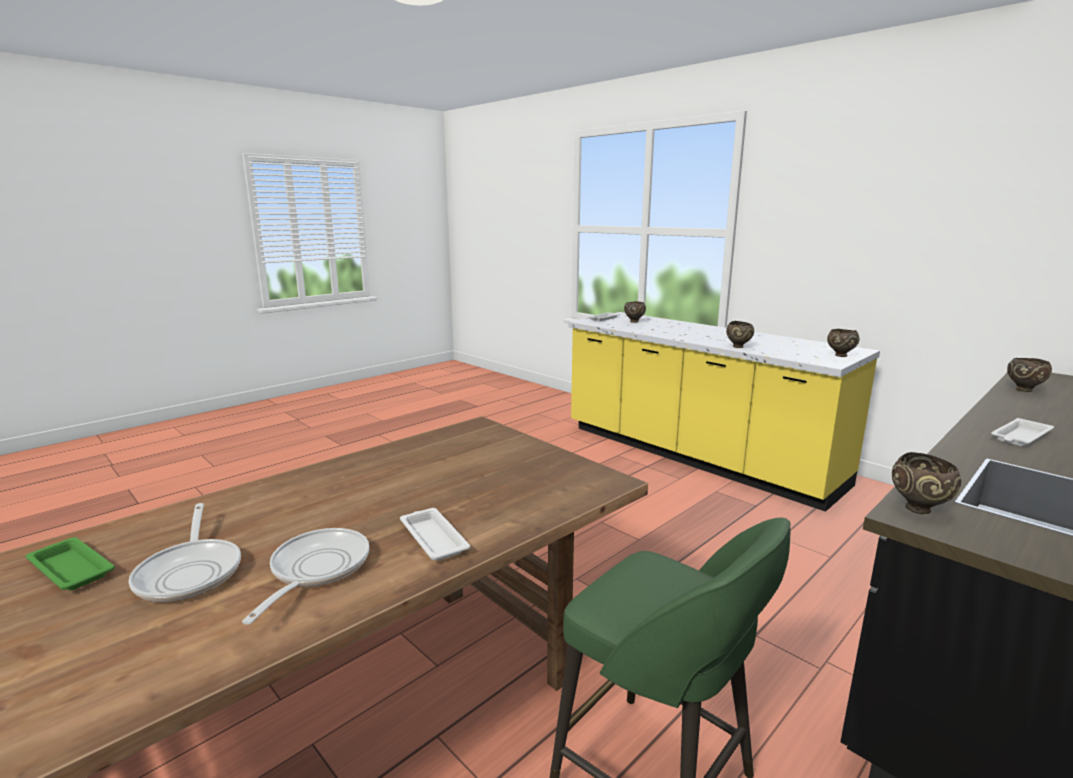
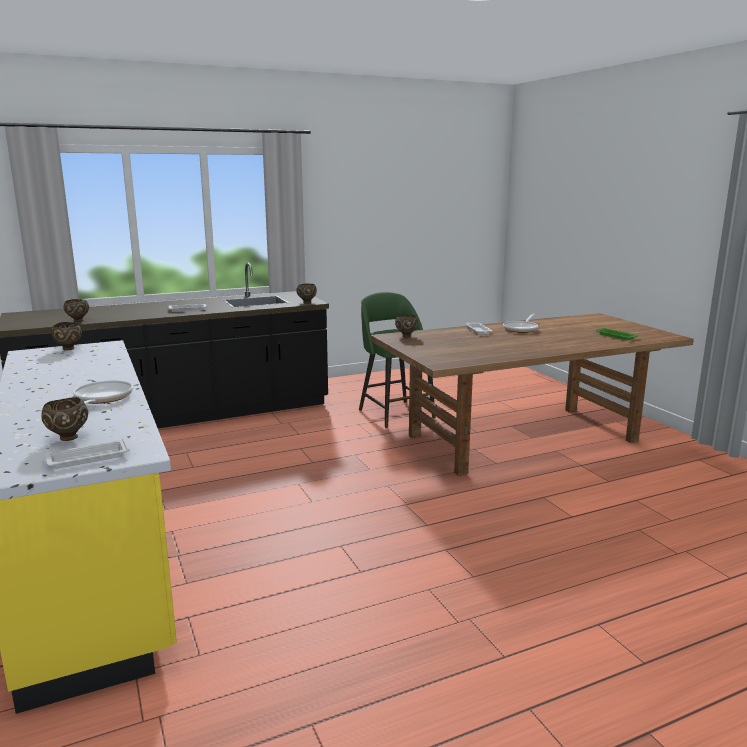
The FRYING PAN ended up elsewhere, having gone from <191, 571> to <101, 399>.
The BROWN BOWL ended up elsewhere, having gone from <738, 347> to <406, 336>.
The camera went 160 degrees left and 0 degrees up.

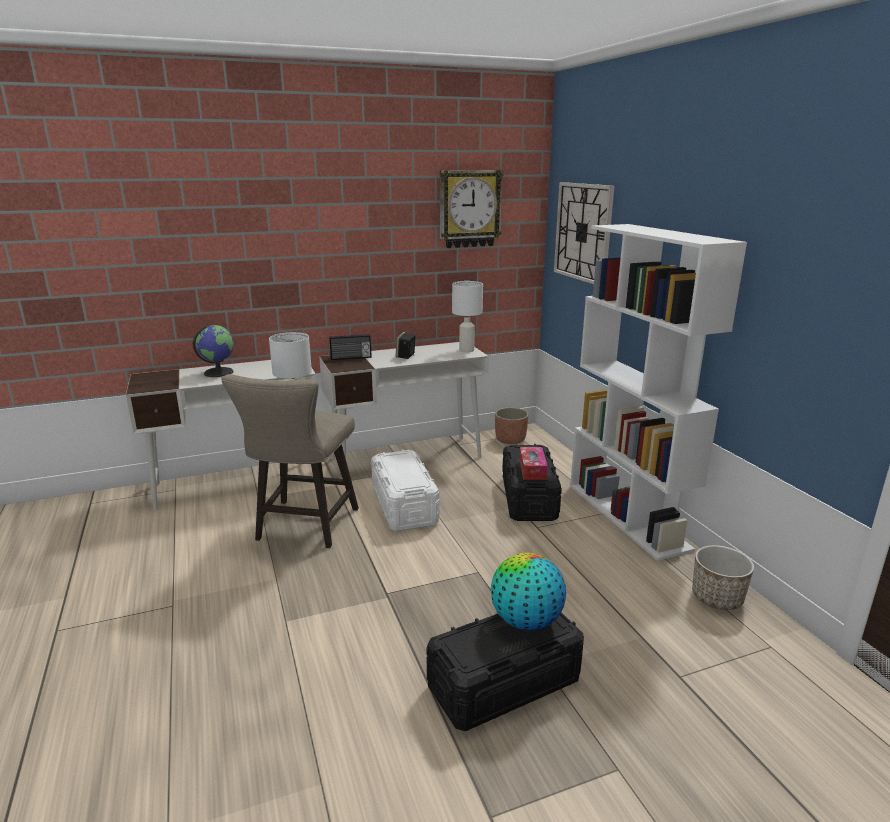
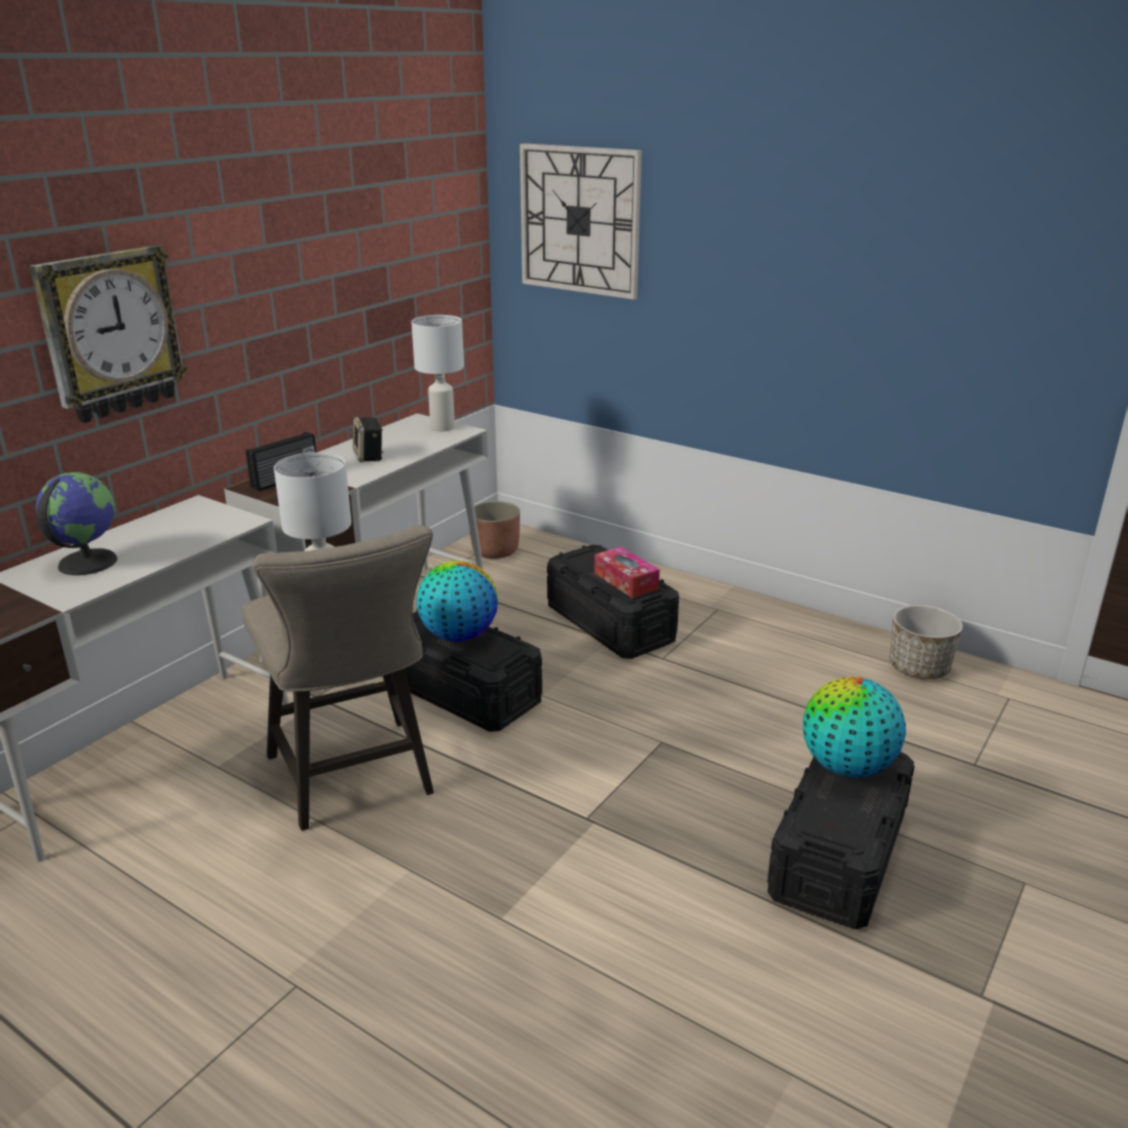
The WALL CLOCK ended up elsewhere, having gone from <469, 209> to <110, 333>.
What was the WHITE STORAGE BOX at <404, 505> turned into the BLACK STORAGE BOX at <463, 692>.
The second view gained the GLOBE at <459, 636>.
The second view lost the WHITE BOOKCASE at <628, 516>.
The camera went 35 degrees left and 5 degrees up.

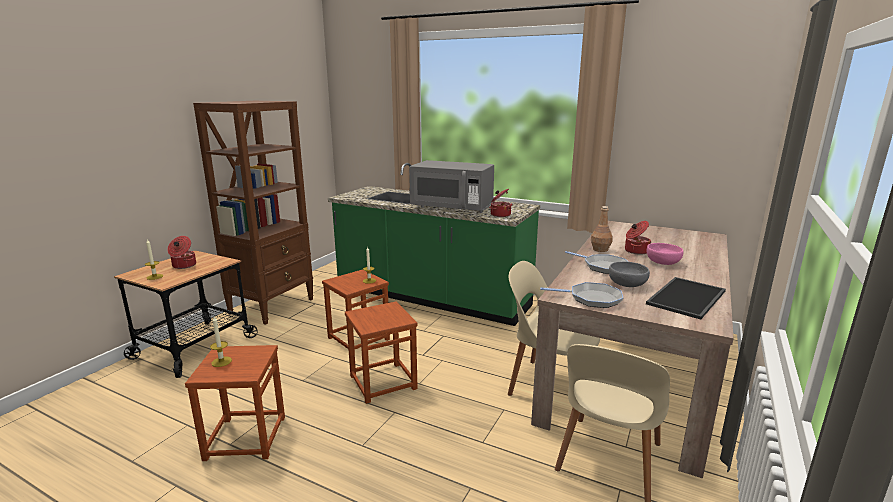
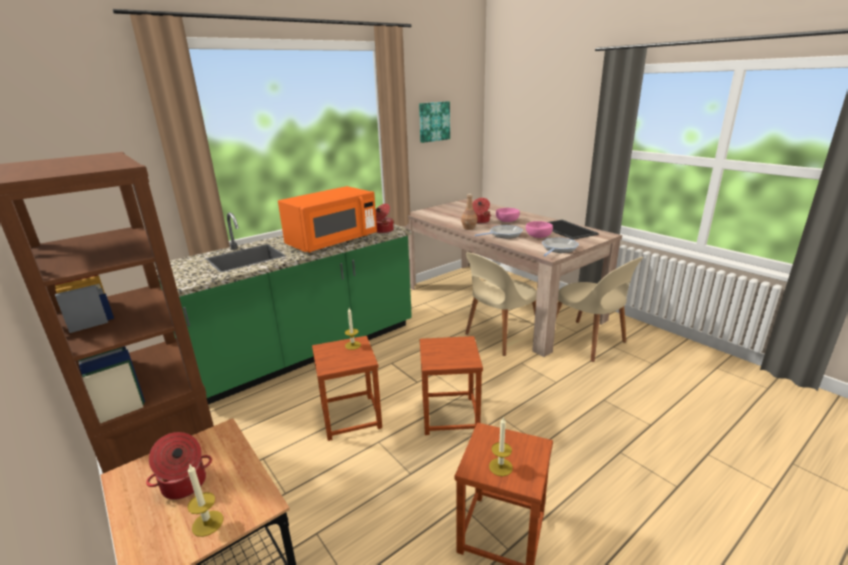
What was the GREY MICROWAVE at <452, 207> turned into the ORANGE MICROWAVE at <332, 241>.
The second view gained the PICTURE at <433, 121>.
What was the GREY BOWL at <626, 284> turned into the PINK BOWL at <538, 236>.
The camera went 65 degrees left and 5 degrees up.

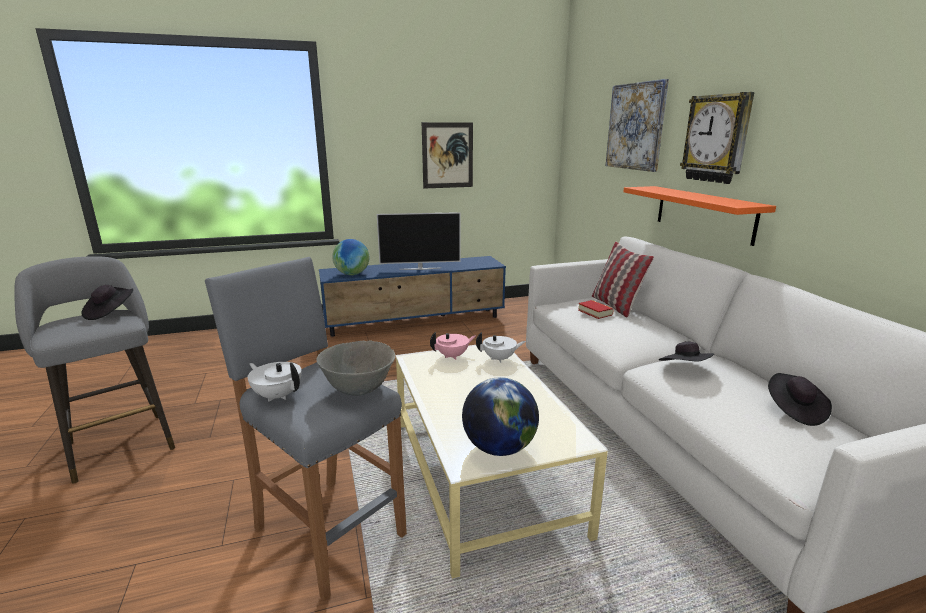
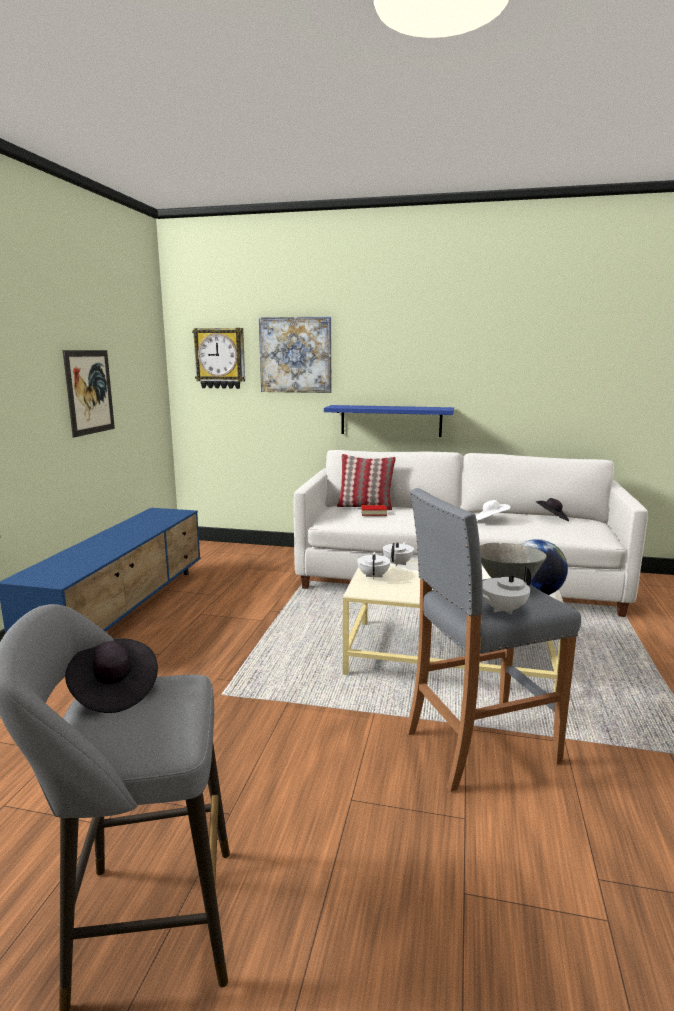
The WALL CLOCK ended up elsewhere, having gone from <717, 138> to <220, 358>.
What was the ORANGE SHELF at <703, 213> turned into the BLUE SHELF at <390, 420>.
What was the PINK TEAPOT at <453, 356> turned into the WHITE TEAPOT at <374, 576>.
What was the BLACK HAT at <684, 369> turned into the WHITE HAT at <490, 520>.
The second view lost the GLOBE at <352, 274>.
The second view lost the TELEVISION at <420, 268>.
The camera went 60 degrees left and 5 degrees down.

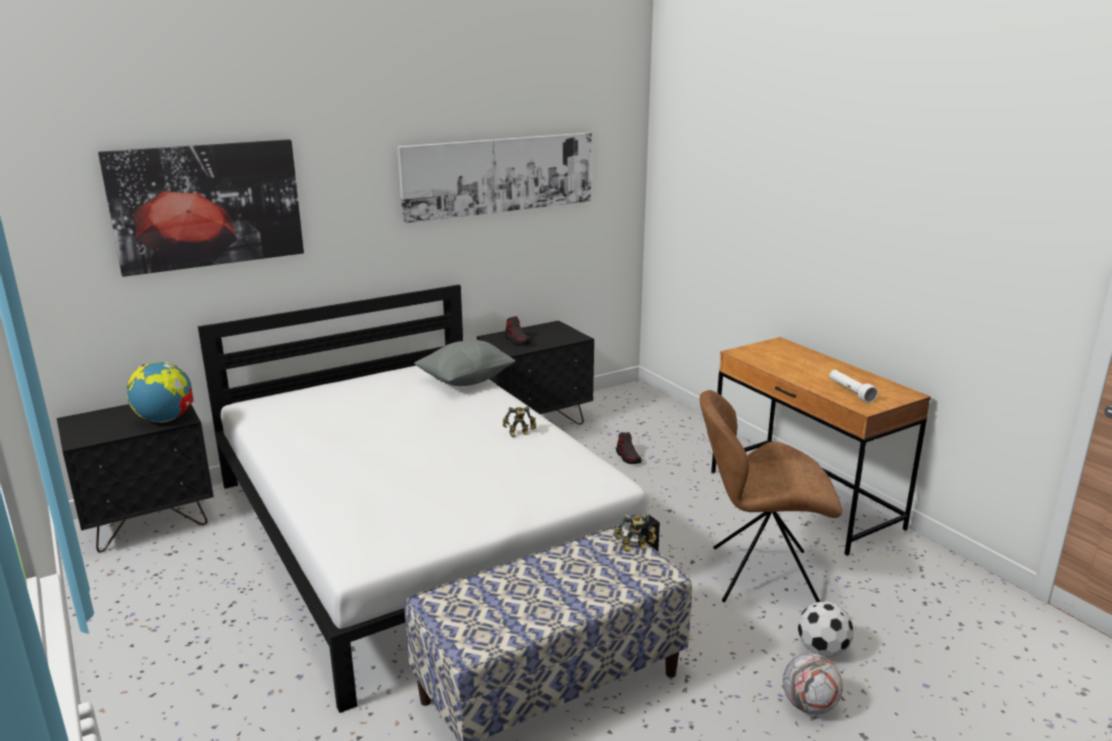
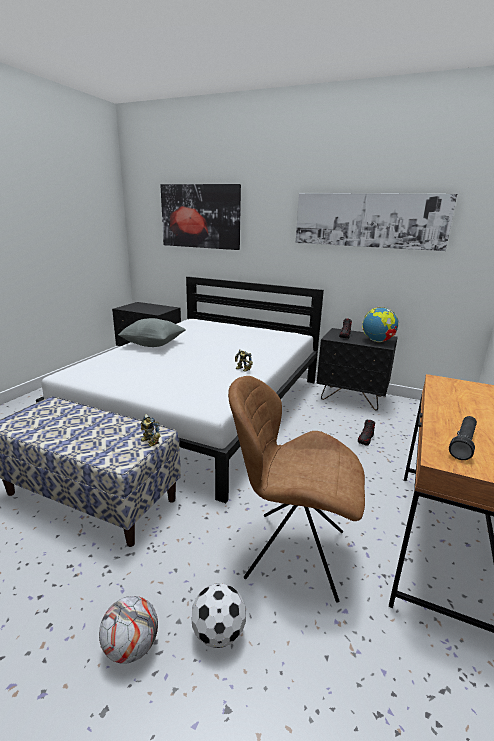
The GREY PILLOW ended up elsewhere, having gone from <466, 381> to <153, 344>.
The BROWN CHAIR at <759, 576> ended up facing another way, 45 degrees counterclockwise from before.
The GLOBE ended up elsewhere, having gone from <165, 419> to <378, 341>.
What was the WHITE FLASHLIGHT at <850, 392> turned into the BLACK FLASHLIGHT at <463, 443>.
The camera went 55 degrees right and 0 degrees up.

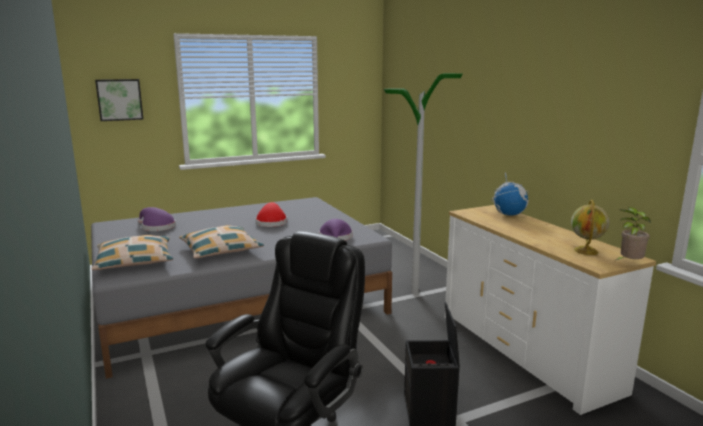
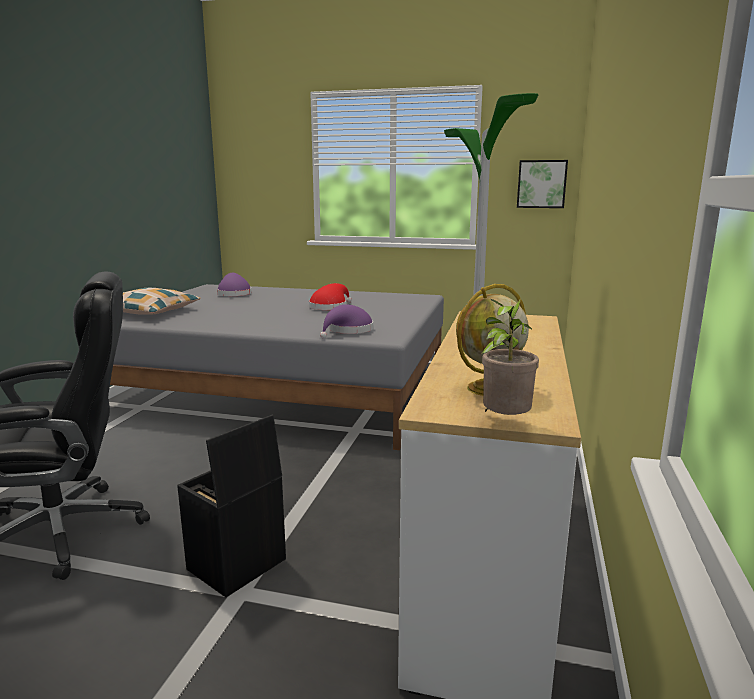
The PICTURE ended up elsewhere, having gone from <119, 99> to <541, 184>.
The second view lost the PILLOW at <221, 250>.
The second view lost the GLOBE at <509, 214>.
The camera went 40 degrees right and 0 degrees up.

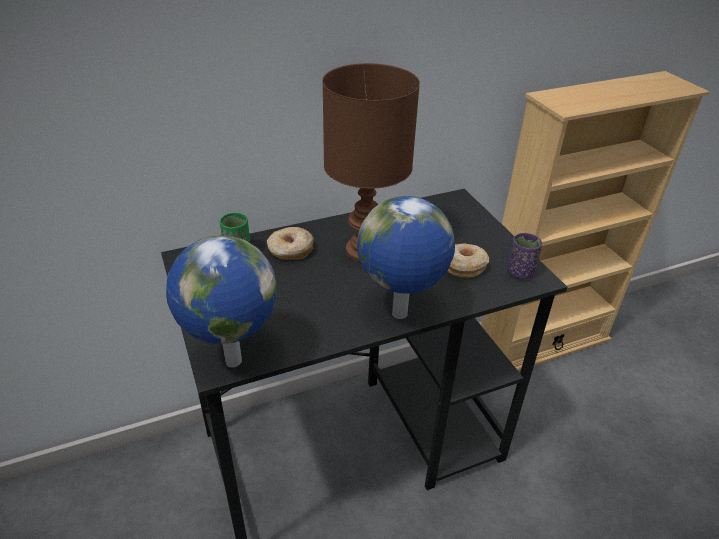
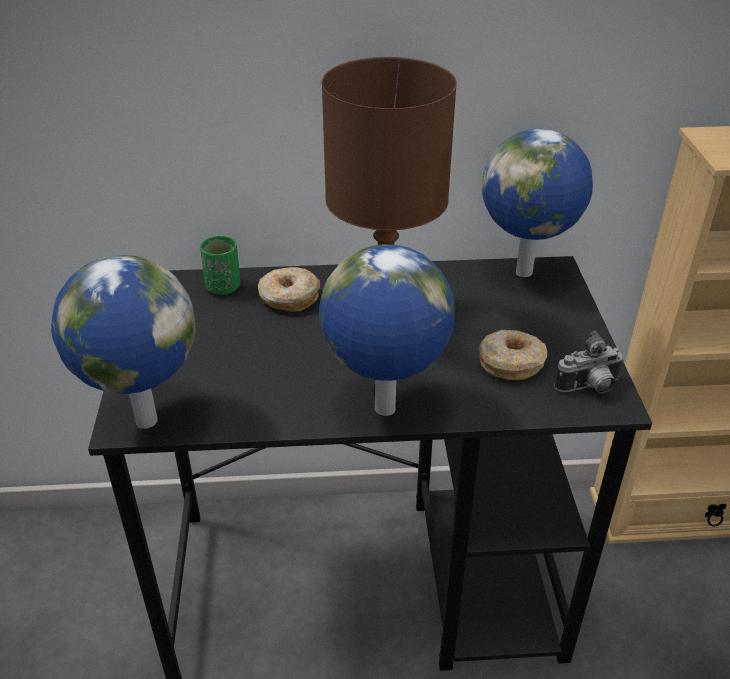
The second view gained the GLOBE at <526, 273>.
Where the PURPLE CUP stood at <520, 272>, the PHOTO CAMERA came to stand at <589, 388>.
The camera went 20 degrees right and 0 degrees up.

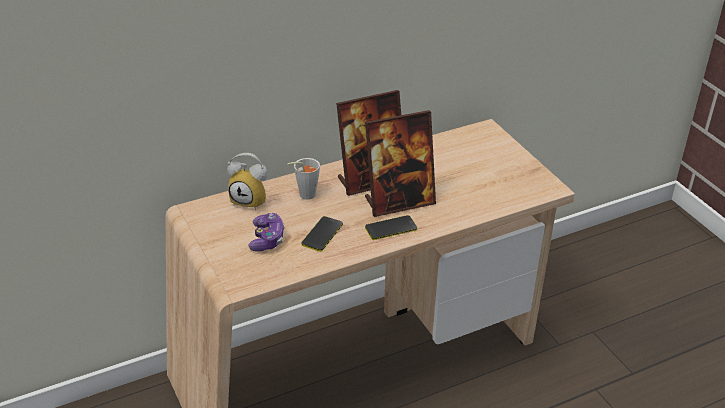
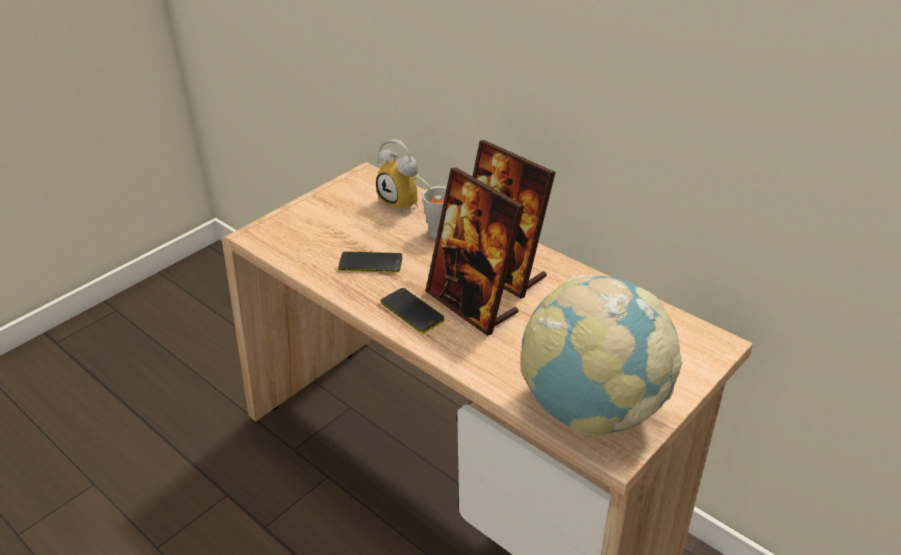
The ALARM CLOCK at <251, 200> ended up facing another way, 45 degrees counterclockwise from before.
The second view gained the GLOBE at <592, 408>.
The second view lost the GAME CONTROLLER at <267, 239>.
The camera went 70 degrees right and 0 degrees up.

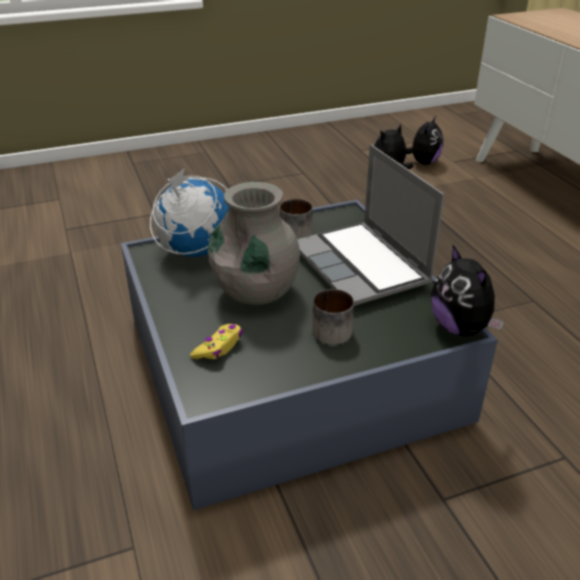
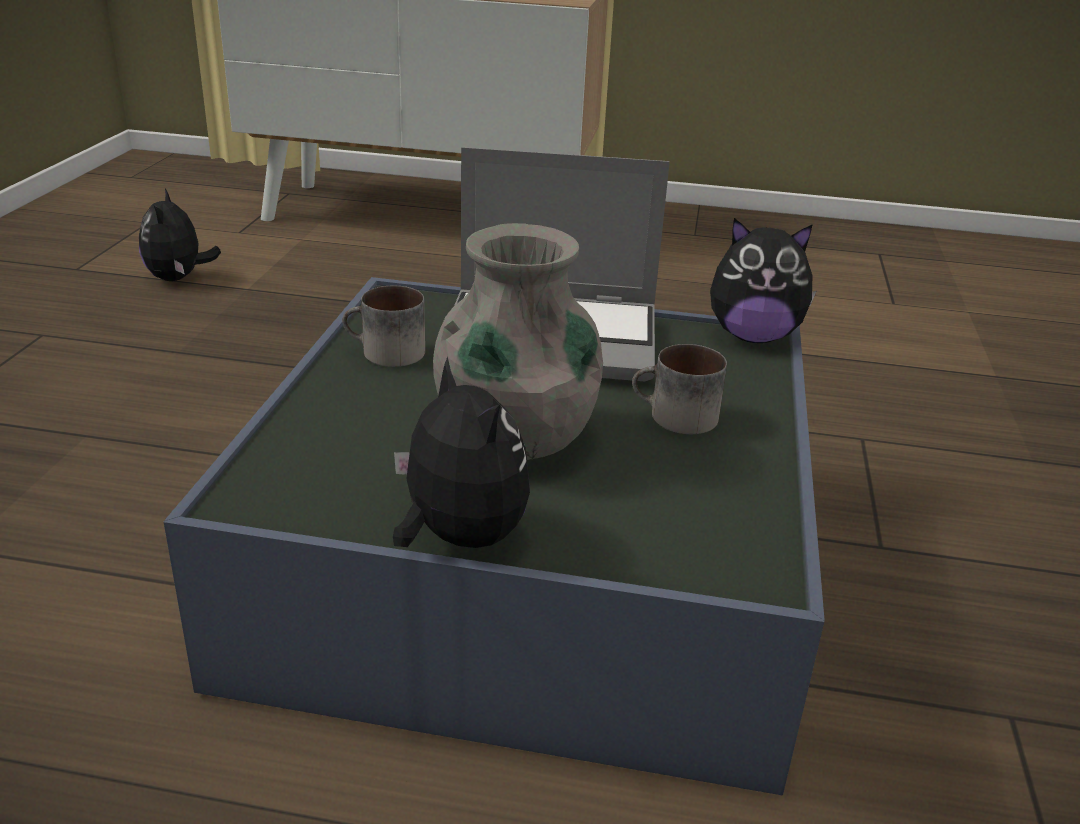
The PLUSH TOY ended up elsewhere, having gone from <423, 162> to <458, 537>.
The second view lost the GLOBE at <195, 252>.
The second view lost the YELLOW GAME CONTROLLER at <219, 347>.
The camera went 60 degrees left and 5 degrees down.

